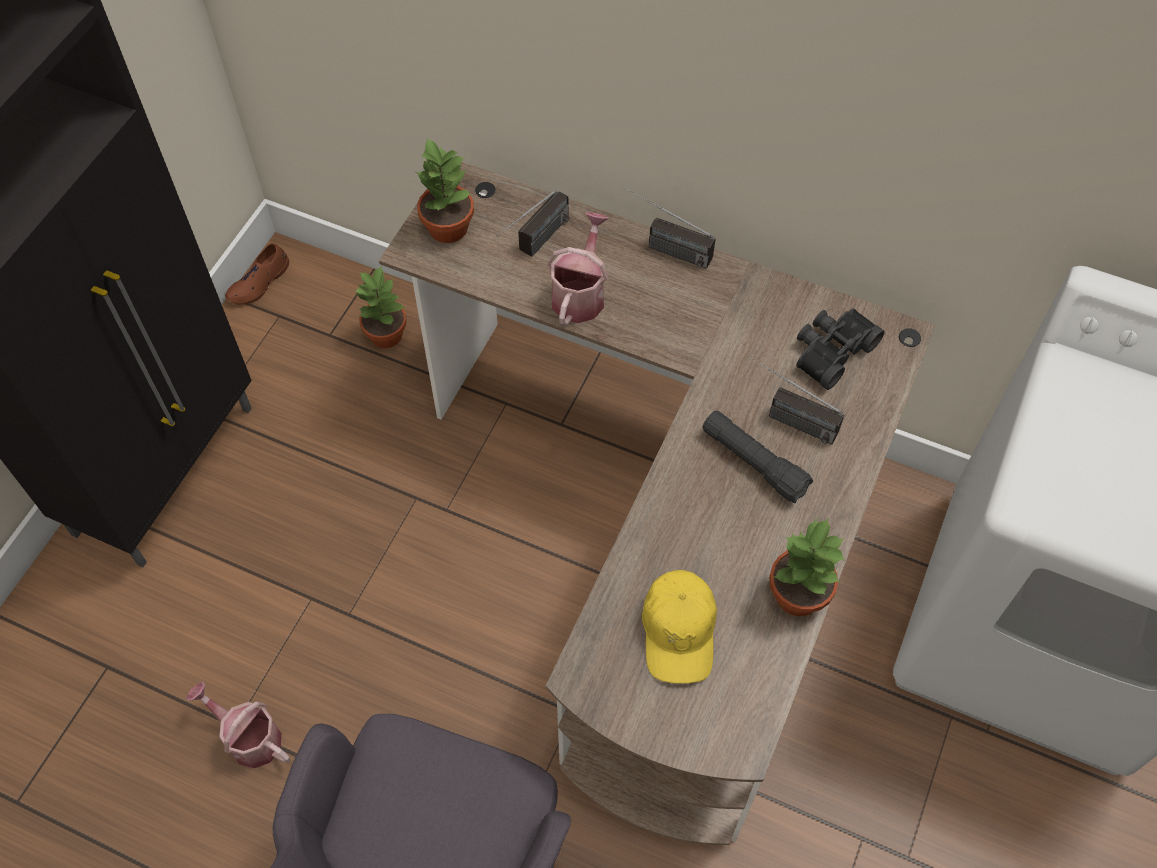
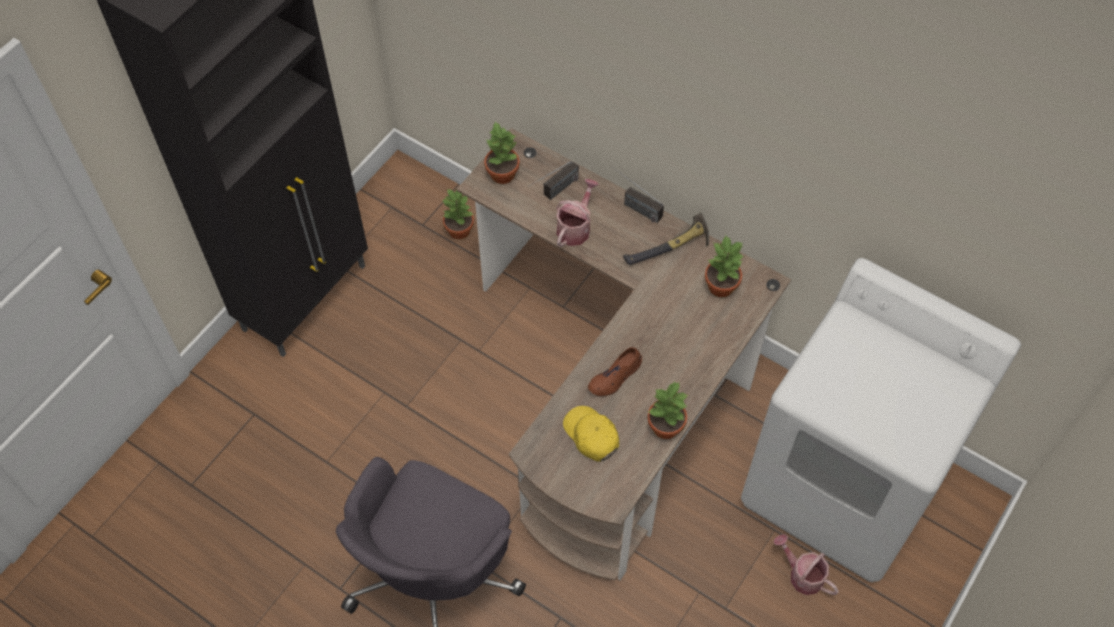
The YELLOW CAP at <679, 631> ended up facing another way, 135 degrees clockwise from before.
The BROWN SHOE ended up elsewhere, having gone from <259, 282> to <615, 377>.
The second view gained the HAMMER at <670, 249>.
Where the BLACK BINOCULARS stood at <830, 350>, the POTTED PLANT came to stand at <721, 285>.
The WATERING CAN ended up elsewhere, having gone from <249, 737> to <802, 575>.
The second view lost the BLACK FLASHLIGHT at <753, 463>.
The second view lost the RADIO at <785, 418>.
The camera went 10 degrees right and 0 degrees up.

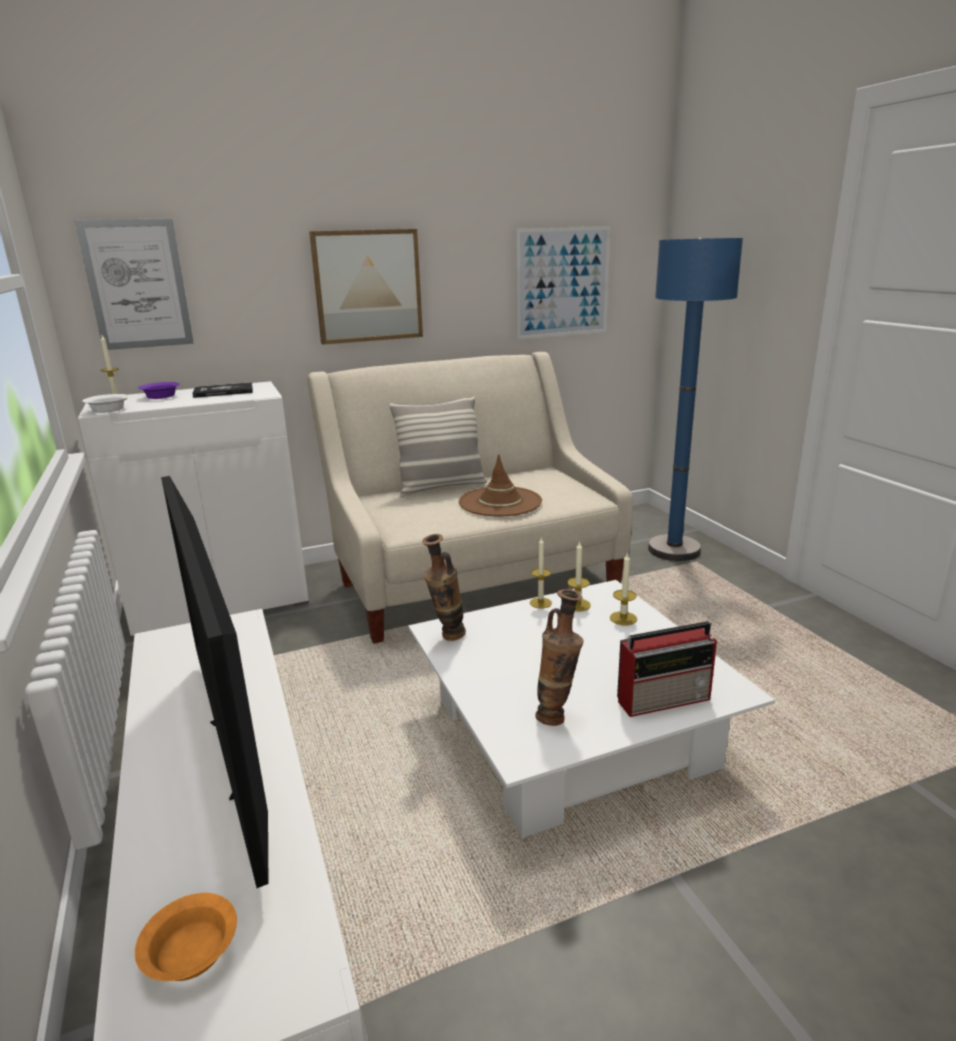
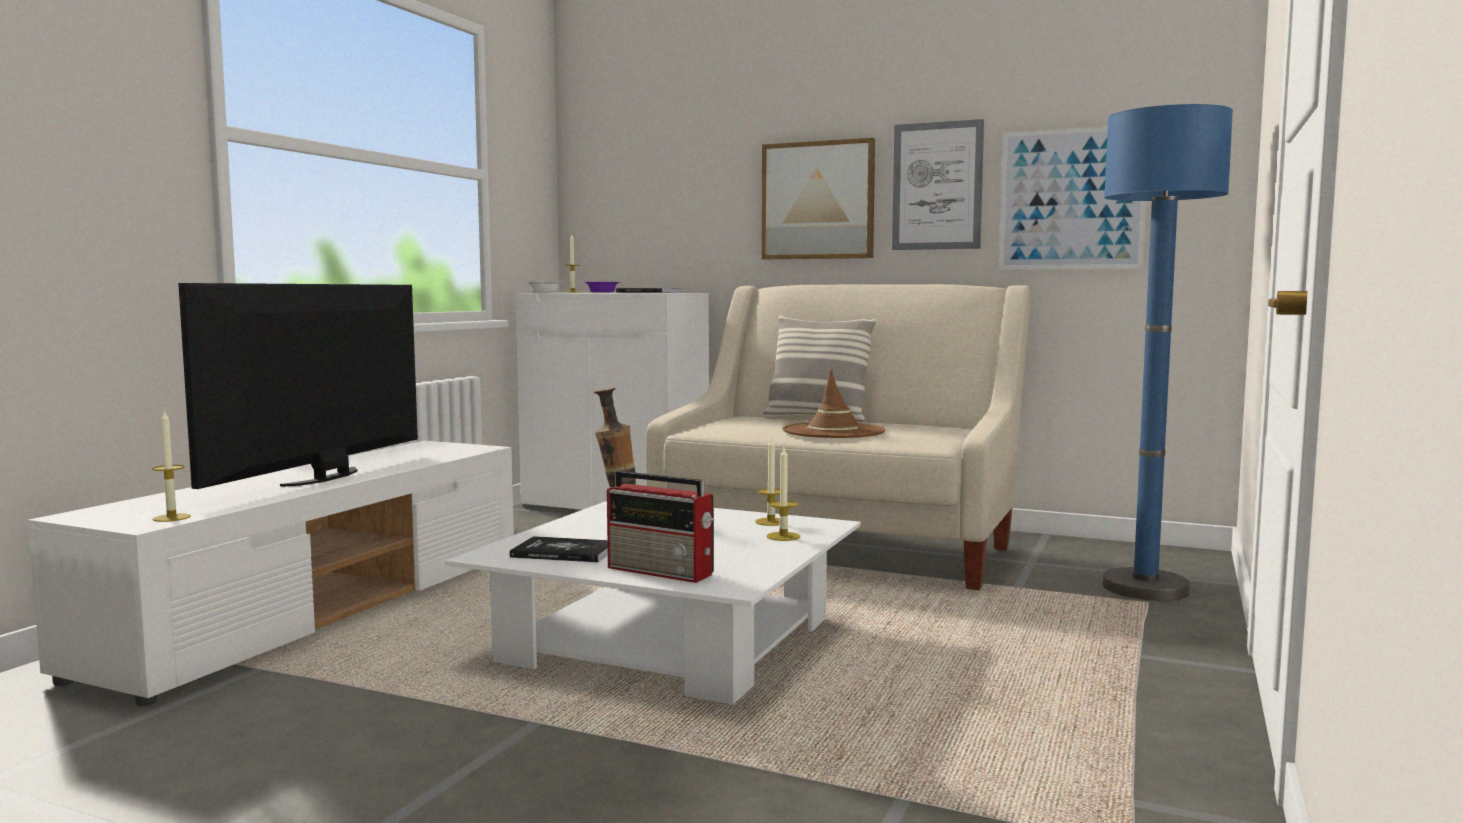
The CANDLE ended up elsewhere, having gone from <540, 603> to <171, 518>.
Where the VASE stood at <557, 716>, the BOOK came to stand at <564, 552>.
The PICTURE ended up elsewhere, having gone from <137, 285> to <937, 186>.
The second view lost the ORANGE BOWL at <189, 955>.
The camera went 45 degrees right and 15 degrees down.

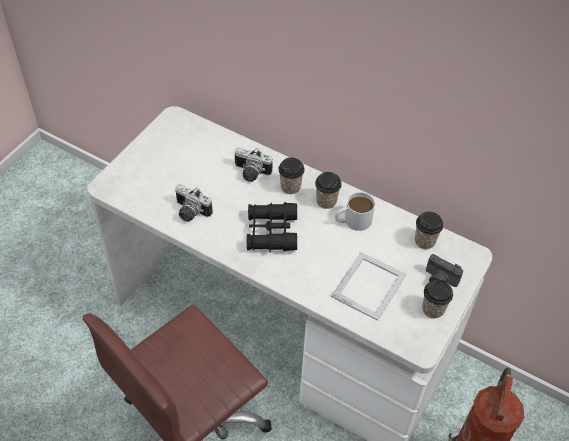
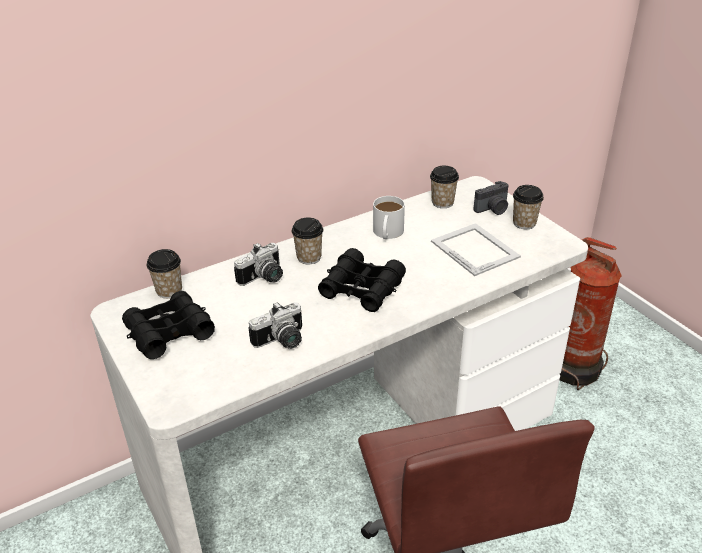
The second view gained the BLACK BINOCULARS at <169, 332>.
The CUP ended up elsewhere, having gone from <326, 201> to <169, 291>.
The camera went 60 degrees left and 15 degrees down.

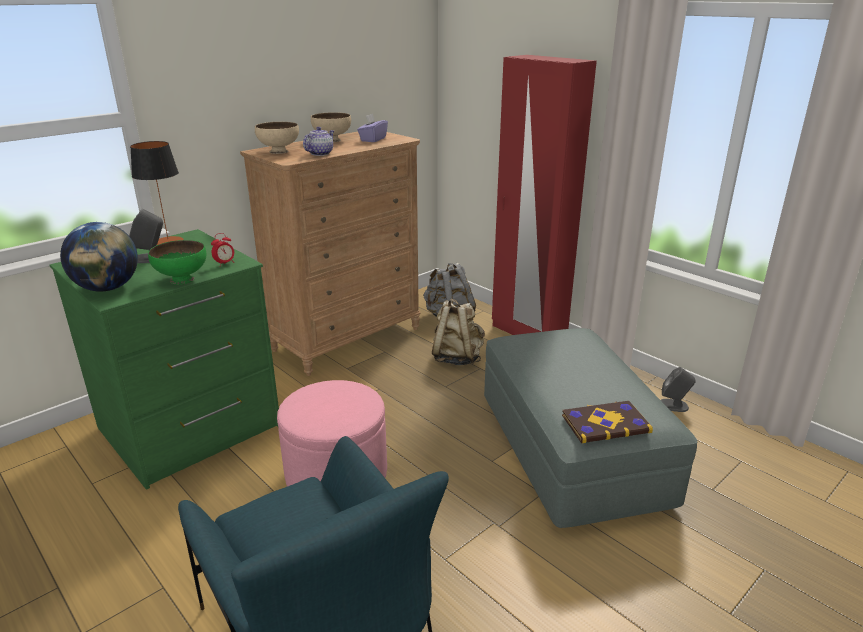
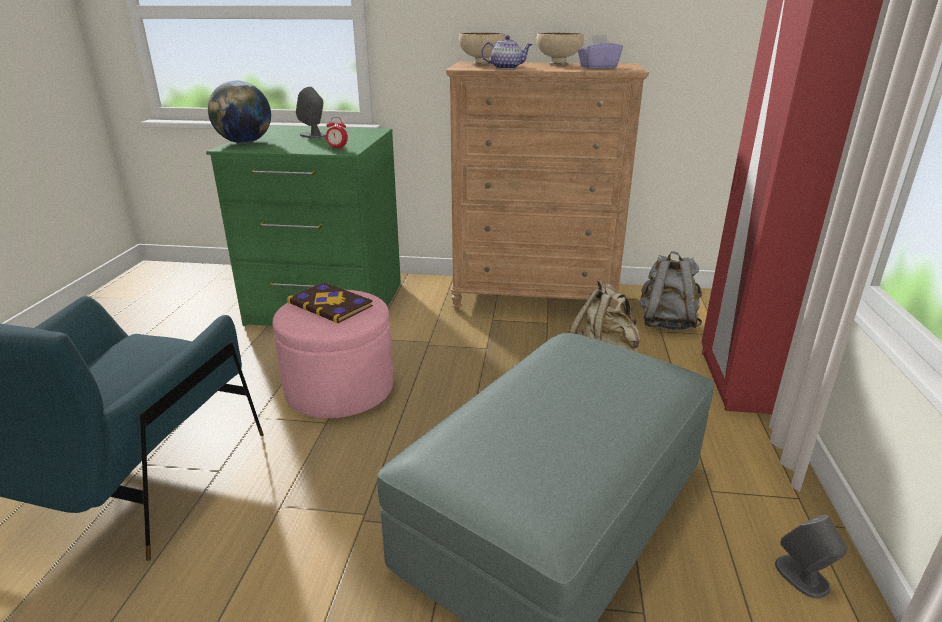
The BOOK ended up elsewhere, having gone from <605, 423> to <331, 304>.
The second view lost the TABLE LAMP at <168, 241>.
The second view lost the GREEN BOWL at <182, 279>.
The camera went 50 degrees right and 0 degrees up.

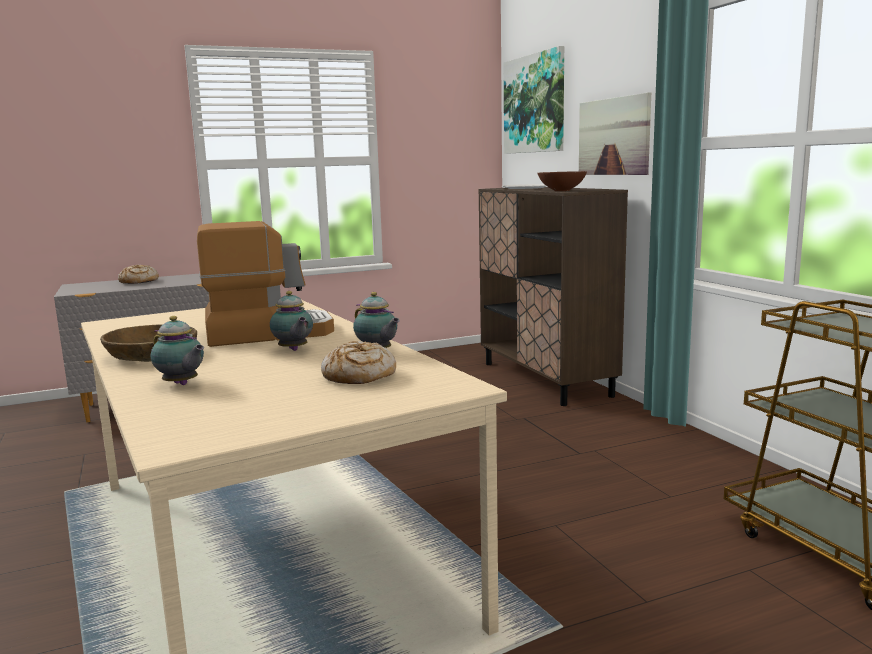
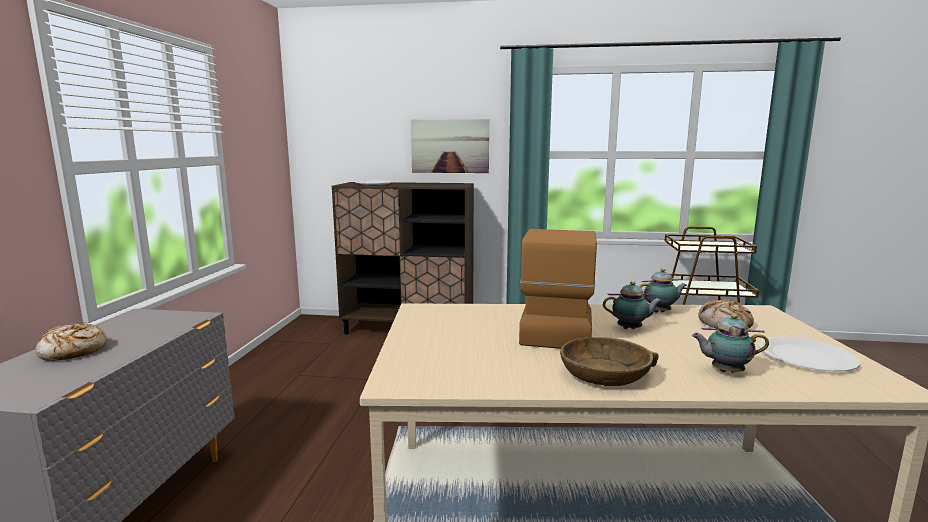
The TEAPOT at <181, 384> ended up facing another way, 150 degrees counterclockwise from before.
The second view gained the WHITE PLATE at <806, 356>.
The second view lost the PICTURE at <535, 104>.
The second view lost the BROWN BOWL at <562, 190>.
The camera went 60 degrees left and 0 degrees up.

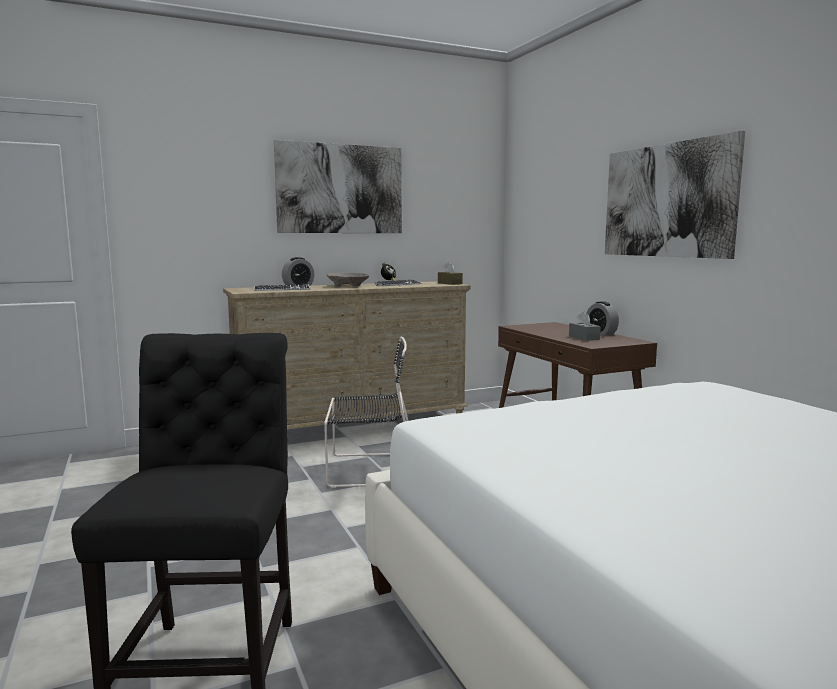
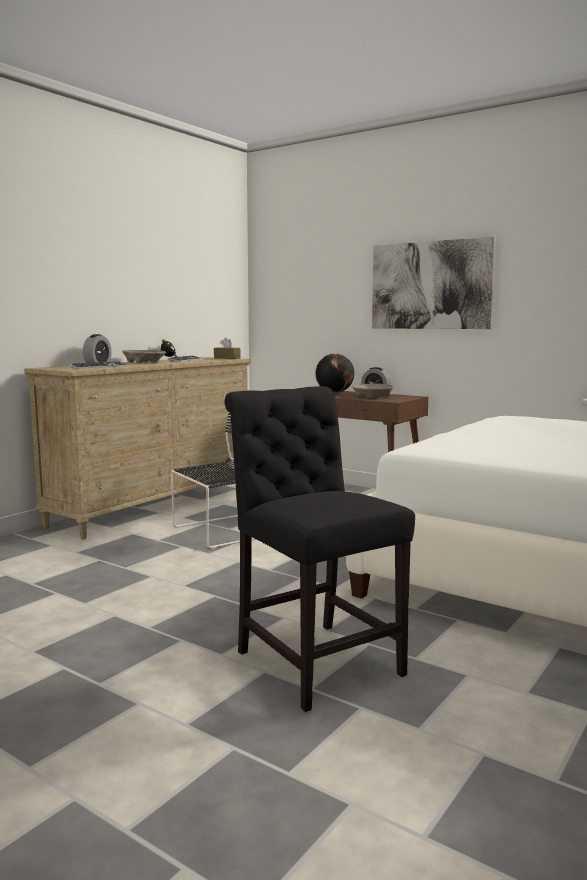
The second view gained the GLOBE at <334, 393>.
Where the GREY TISSUE BOX stood at <584, 337>, the BEIGE BOWL came to stand at <373, 397>.
The second view lost the PICTURE at <340, 189>.
The camera went 30 degrees left and 0 degrees up.

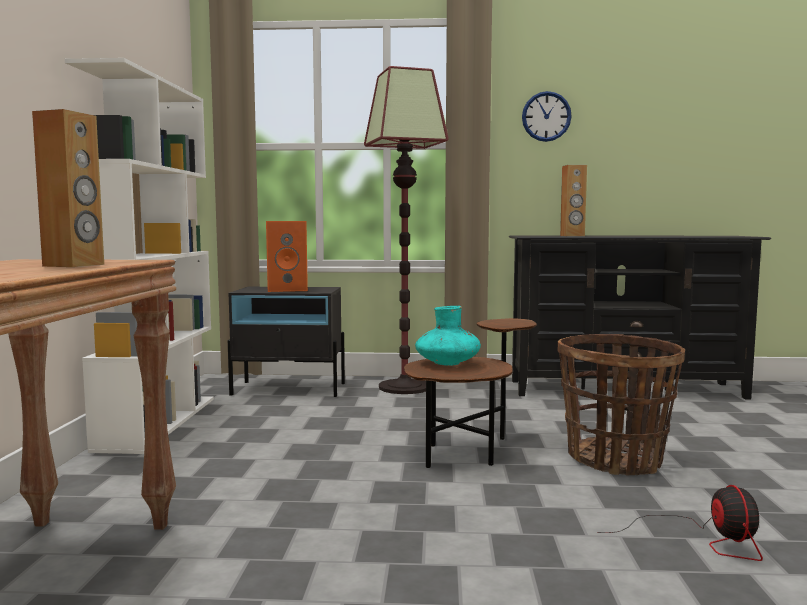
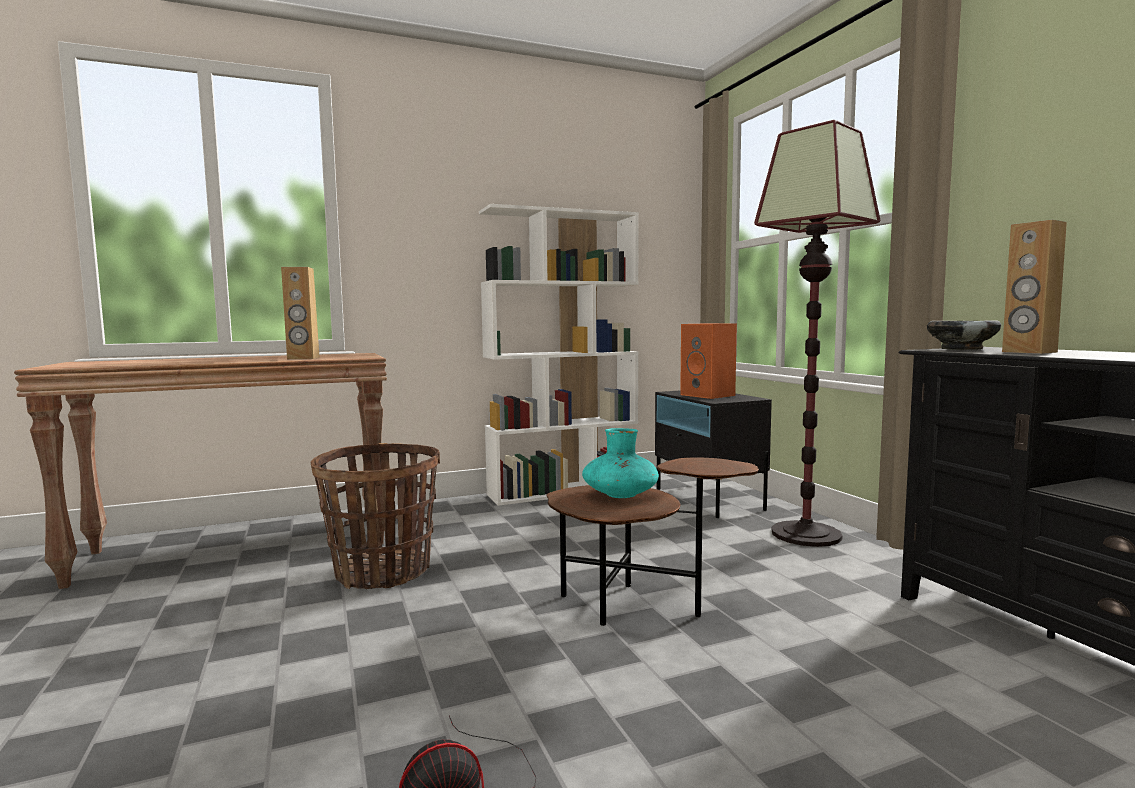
The BASKET ended up elsewhere, having gone from <615, 460> to <383, 572>.
The second view gained the BLACK BOWL at <961, 349>.
The second view lost the WALL CLOCK at <546, 116>.
The camera went 65 degrees right and 0 degrees up.

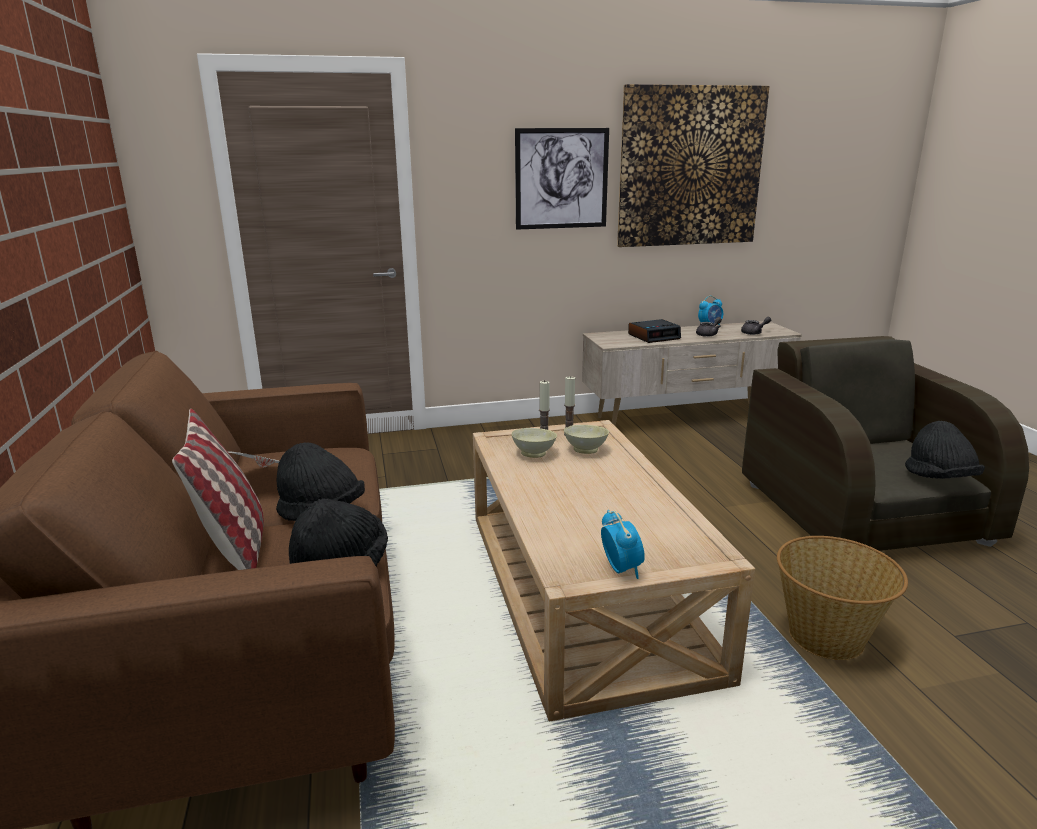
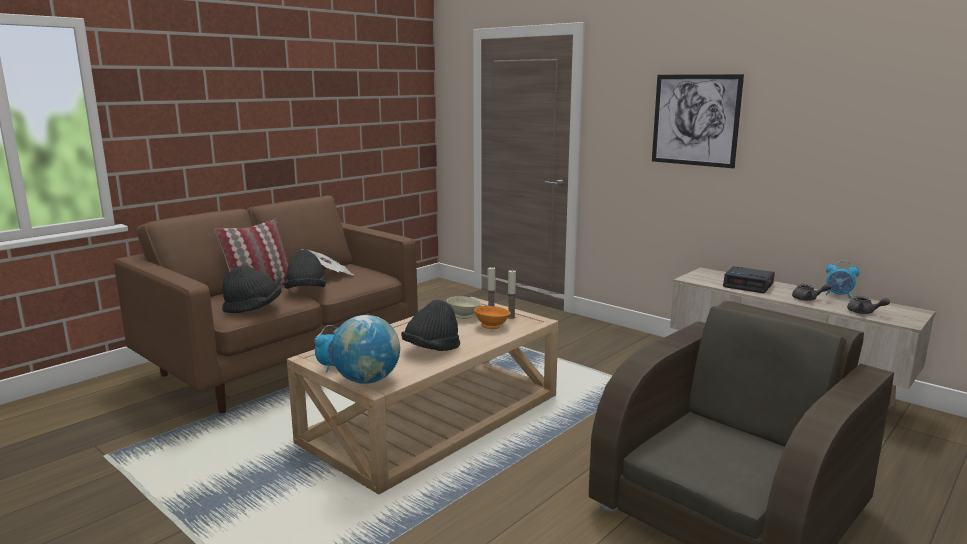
The second view gained the GLOBE at <367, 380>.
The BLACK HAT ended up elsewhere, having gone from <939, 478> to <431, 349>.
What was the BEIGE BOWL at <586, 450> turned into the ORANGE BOWL at <492, 326>.
The second view lost the PICTURE at <690, 167>.
The second view lost the BASKET at <827, 636>.
The camera went 55 degrees right and 5 degrees down.

